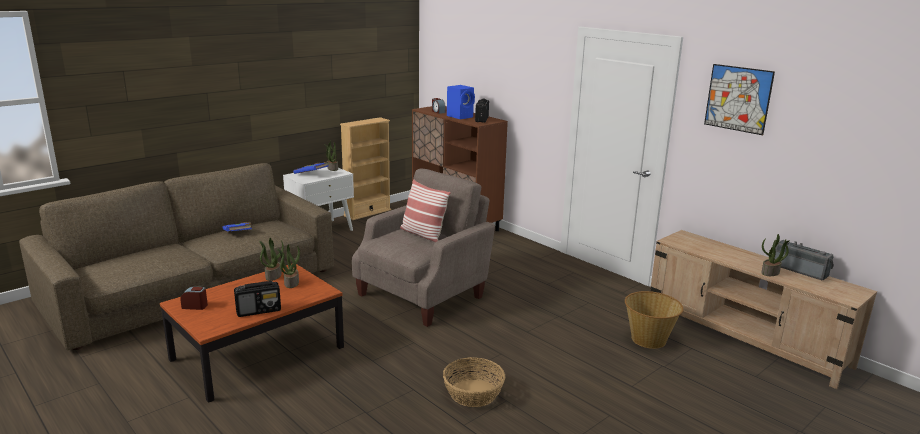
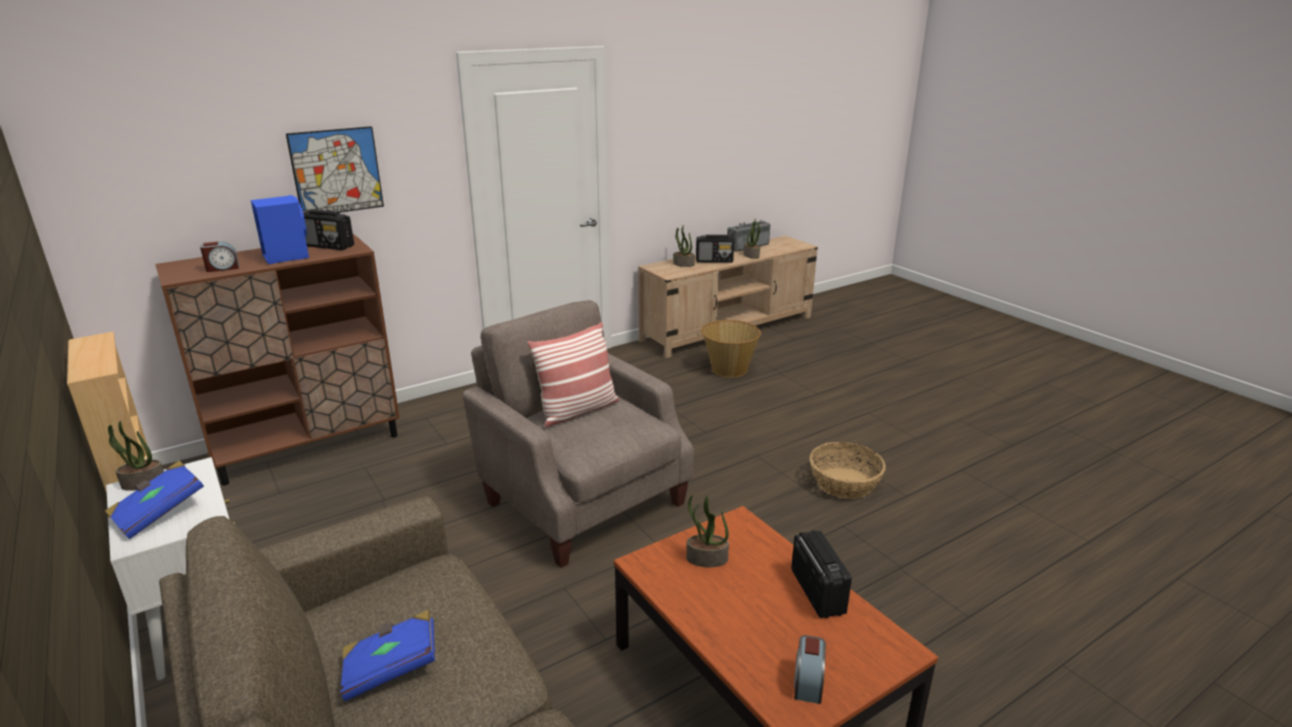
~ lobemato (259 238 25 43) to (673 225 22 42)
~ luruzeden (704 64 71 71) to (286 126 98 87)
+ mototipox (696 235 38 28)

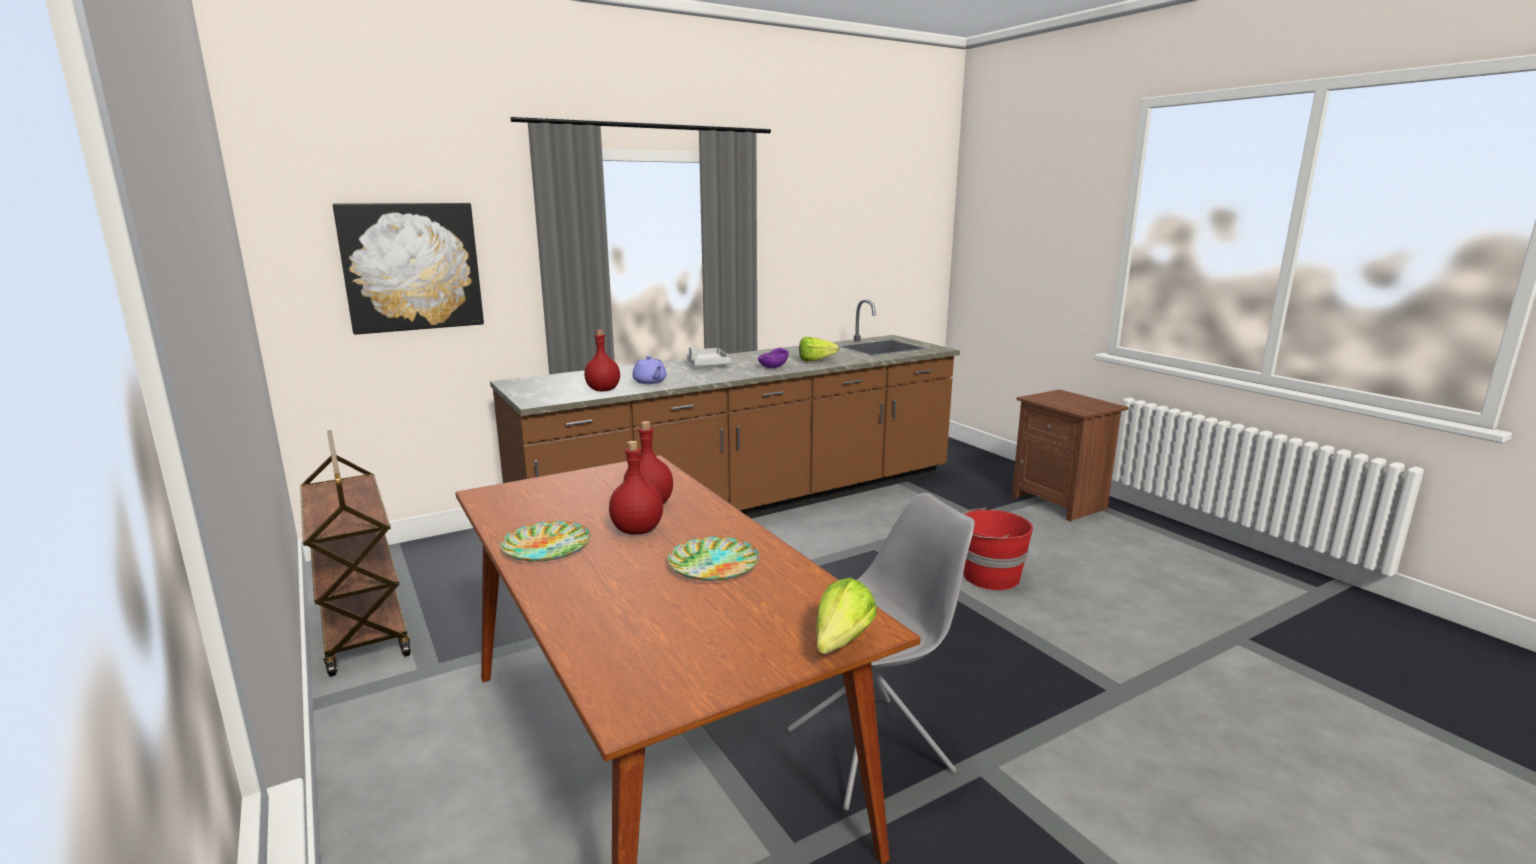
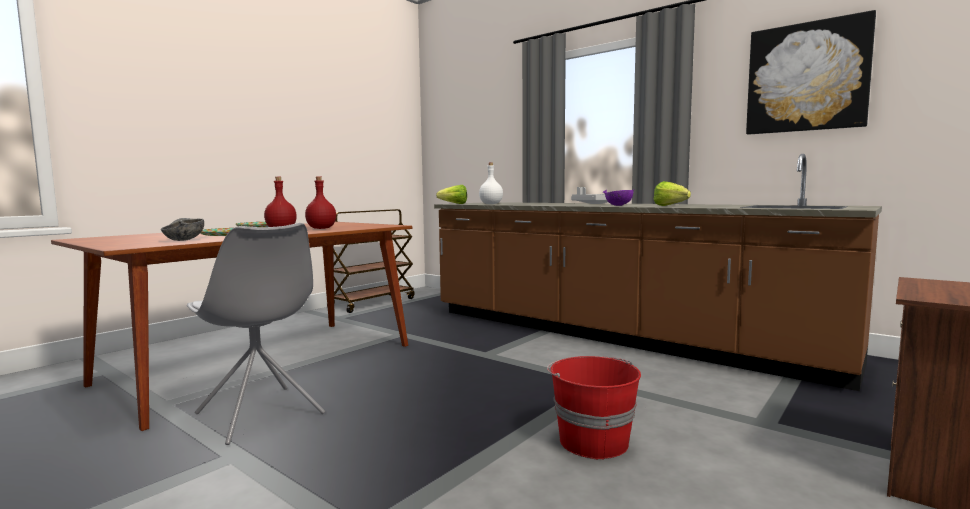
~ luruzeden (333 203 151 132) to (746 10 130 125)
~ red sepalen (584 329 36 63) to white sepalen (479 162 24 42)
- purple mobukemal (632 356 35 28)
~ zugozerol (816 578 61 76) to (436 185 31 19)
+ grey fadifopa (161 218 43 23)

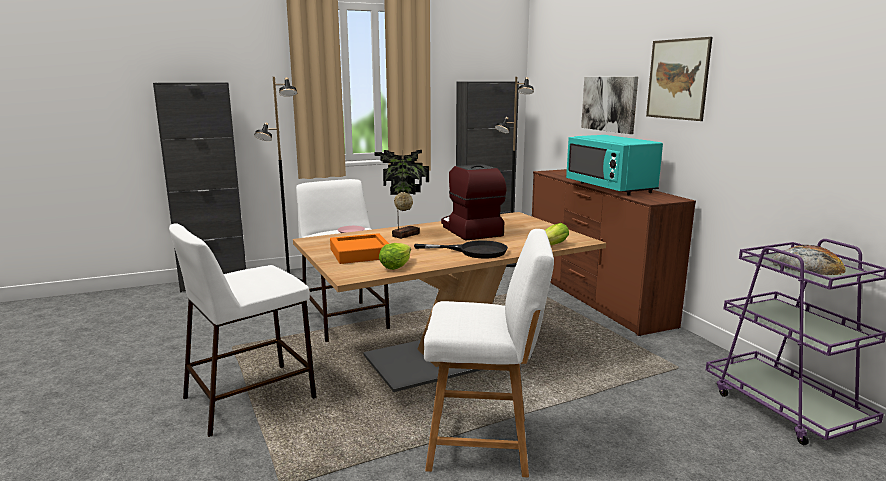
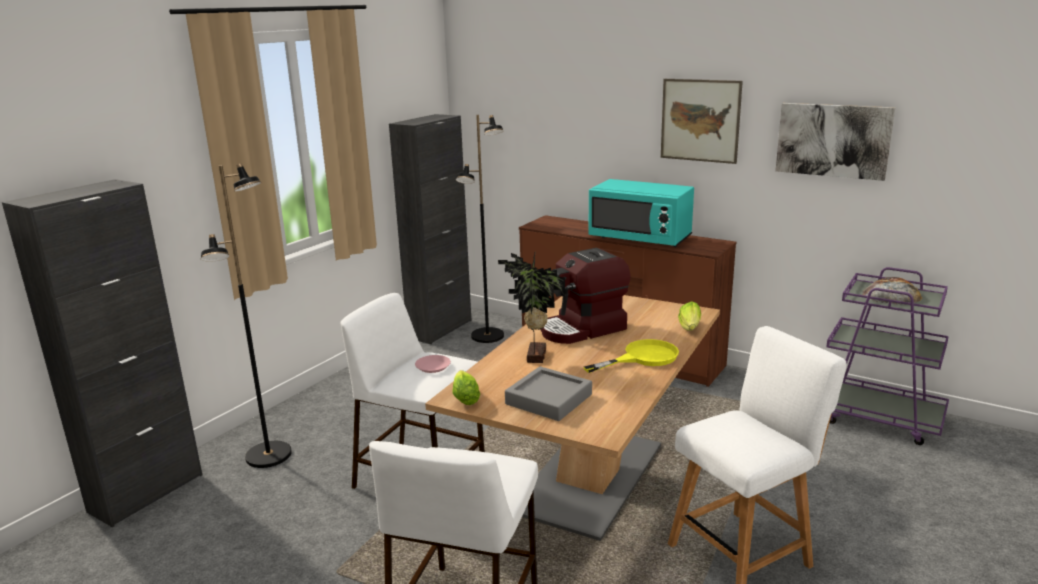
~ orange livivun (330 233 59 31) to grey livivun (505 366 87 55)
~ zugozerol (379 243 32 27) to (452 370 28 35)
~ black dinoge (414 241 94 17) to yellow dinoge (583 339 96 34)
~ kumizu (441 164 65 77) = (541 248 89 96) 60 degrees counterclockwise
~ luruzeden (581 77 57 57) to (775 103 121 78)

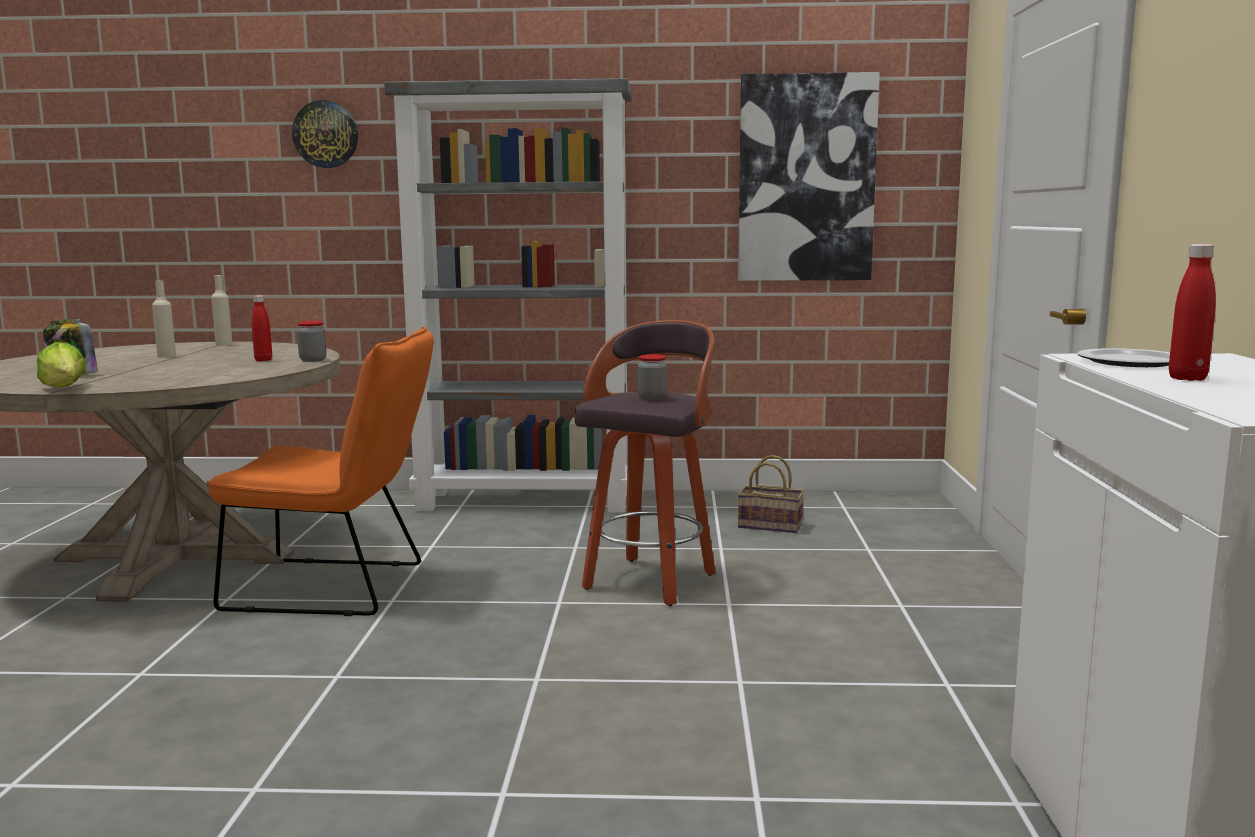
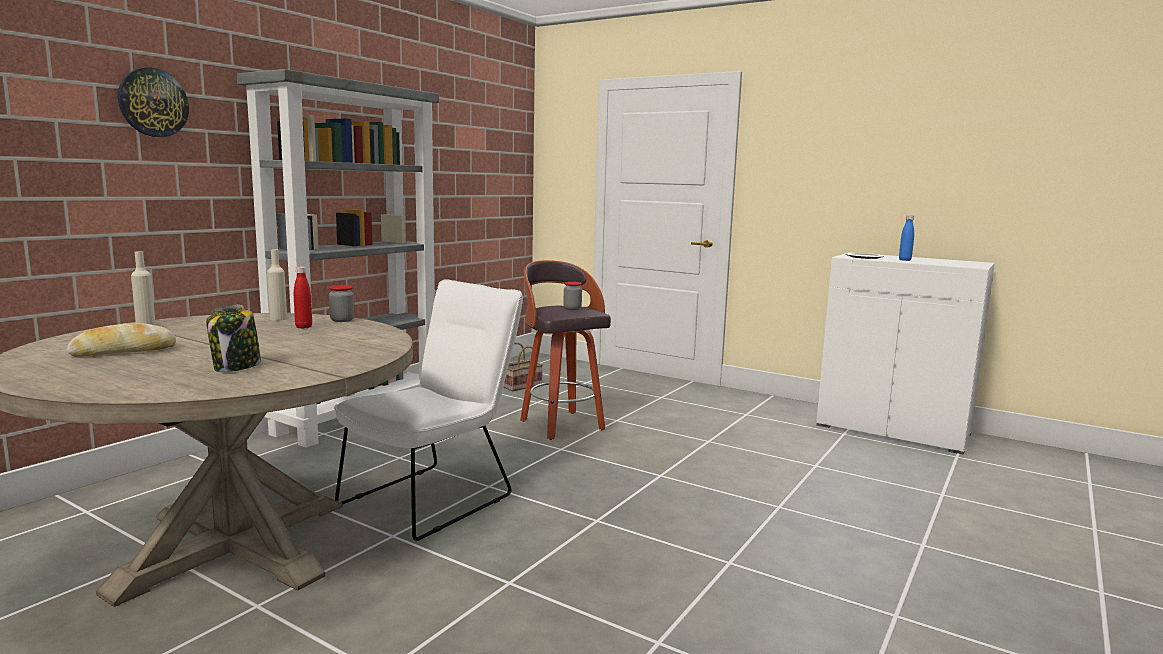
- zugozerol (36 342 50 45)
~ beige sepalen (152 281 24 76) to (267 249 20 72)
~ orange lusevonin (207 327 227 289) to white lusevonin (334 279 189 262)
- luruzeden (738 72 142 209)
~ red sepalen (1169 244 47 137) to blue sepalen (899 215 15 46)
+ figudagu (67 323 109 34)

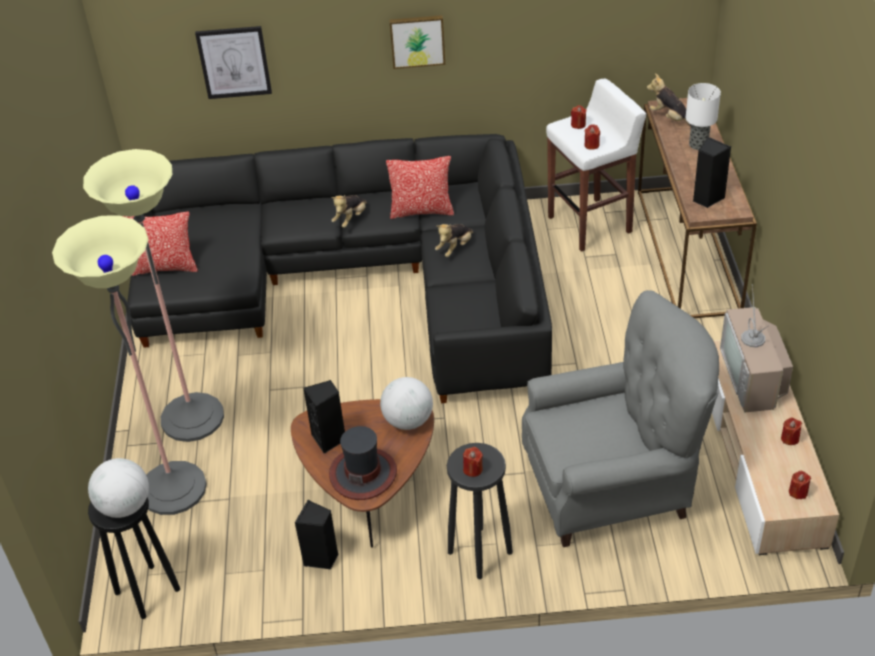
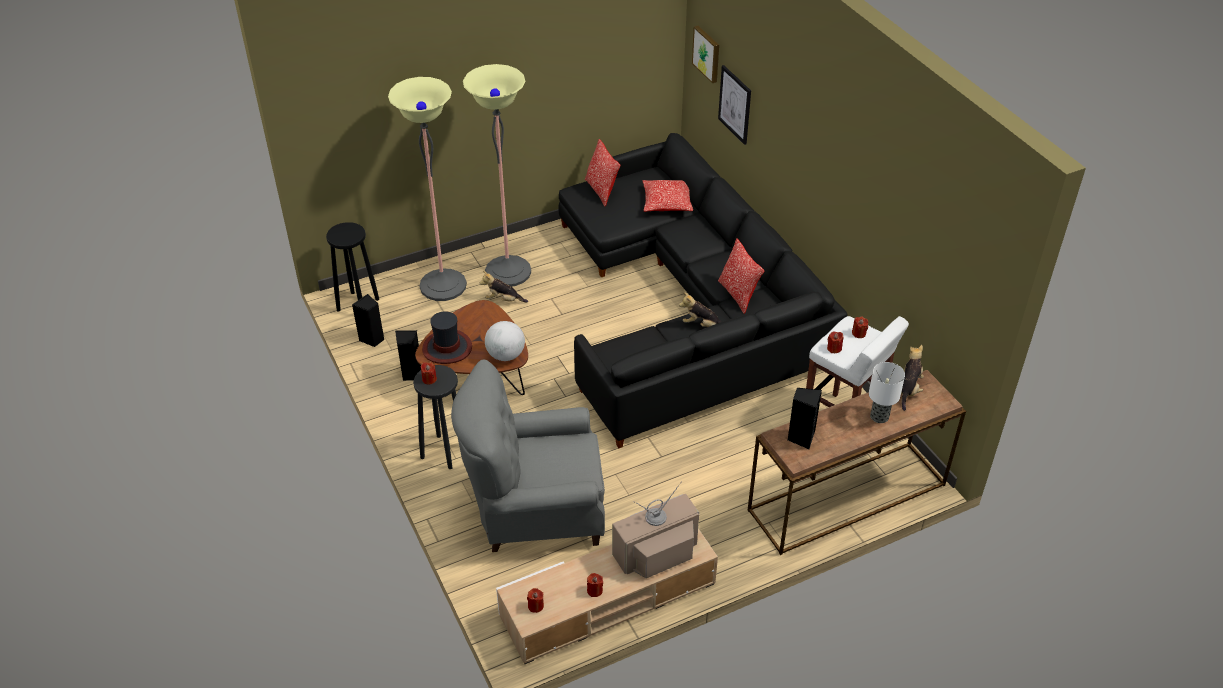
- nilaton (88 458 61 60)
~ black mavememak (303 380 42 74) to (352 294 32 53)
~ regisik (331 195 36 33) to (480 271 48 32)
~ luruzeden (389 15 56 54) to (692 26 27 57)
~ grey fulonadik (522 290 197 257) = (451 359 154 193) 120 degrees clockwise
+ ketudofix (643 180 50 32)

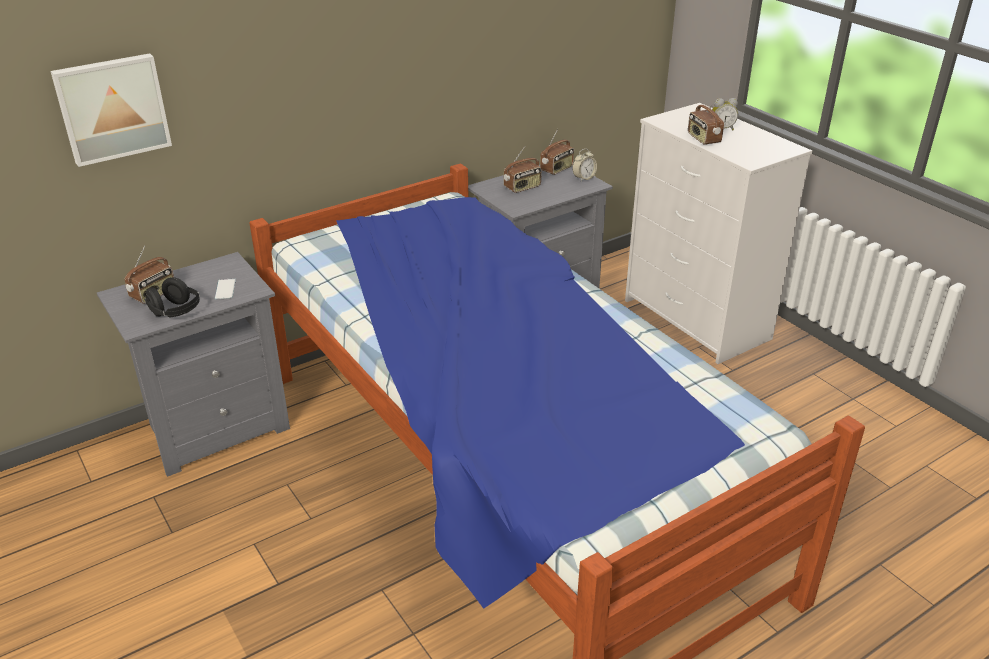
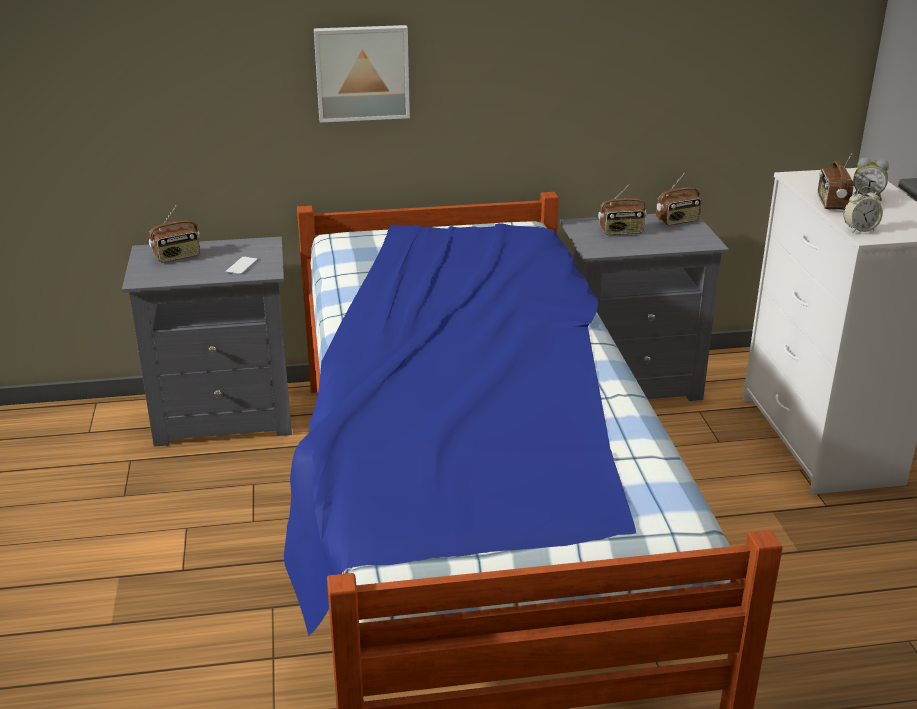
~ luruzeden (50 53 122 114) to (314 25 96 98)
- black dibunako (144 277 56 40)
~ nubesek (572 149 25 32) to (843 186 40 47)

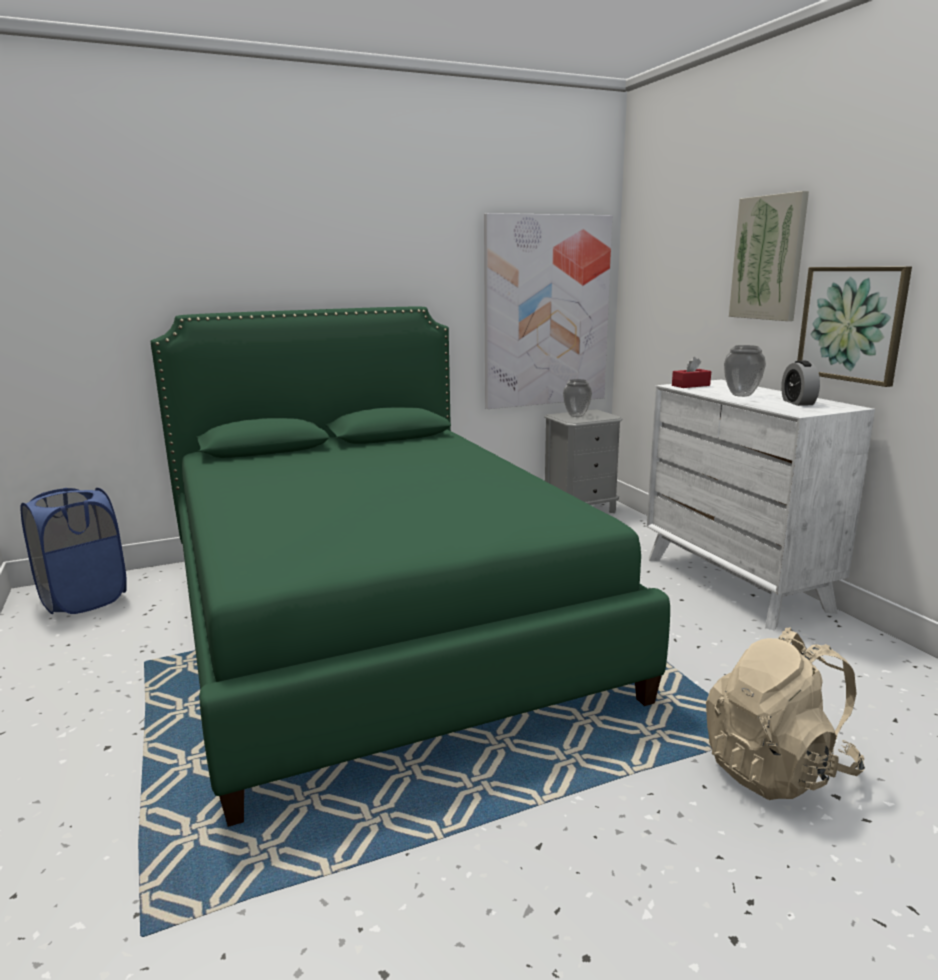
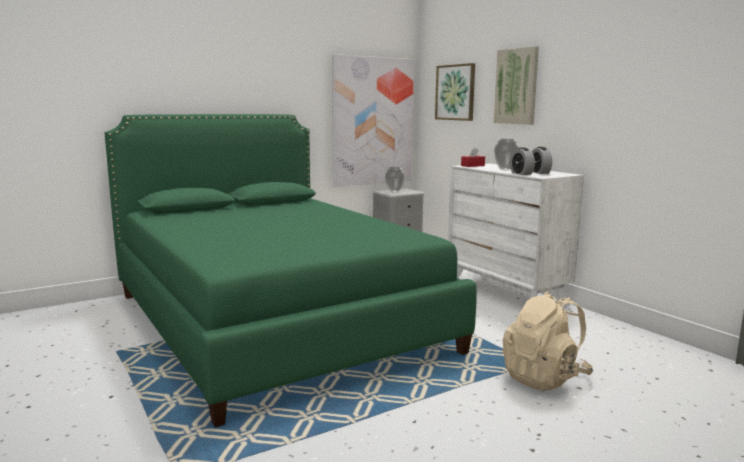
- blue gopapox (20 488 107 127)
~ luruzeden (797 267 115 120) to (435 63 40 58)
+ nubesek (510 147 25 28)

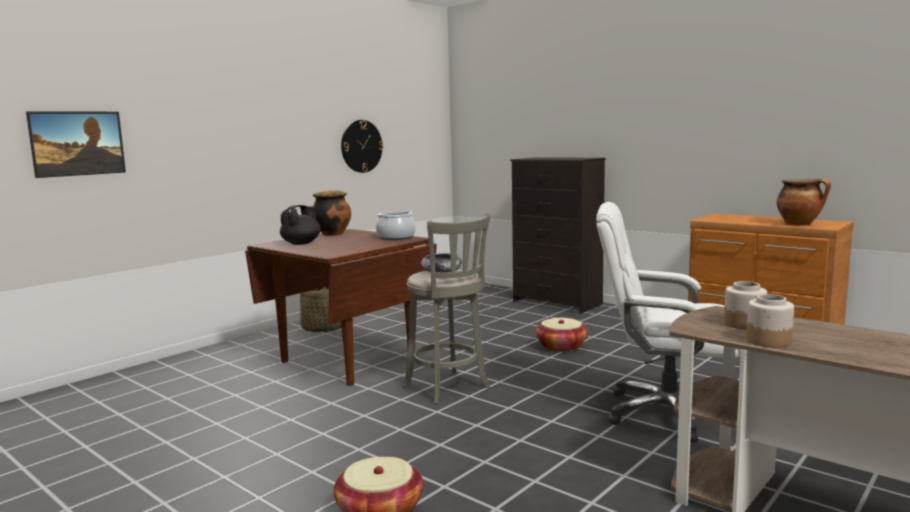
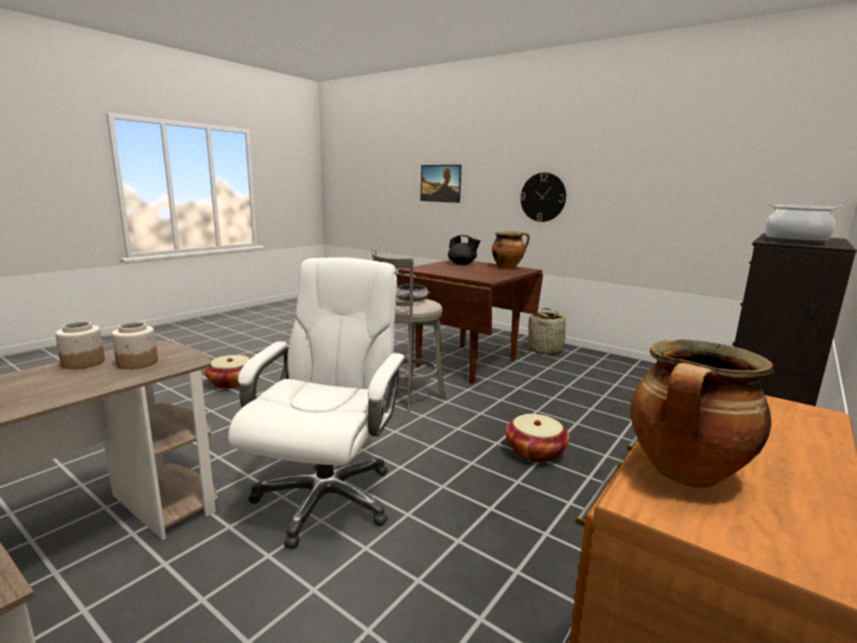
~ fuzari (341 120 42 53) to (520 173 46 49)
~ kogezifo (376 210 40 30) to (765 203 78 41)

